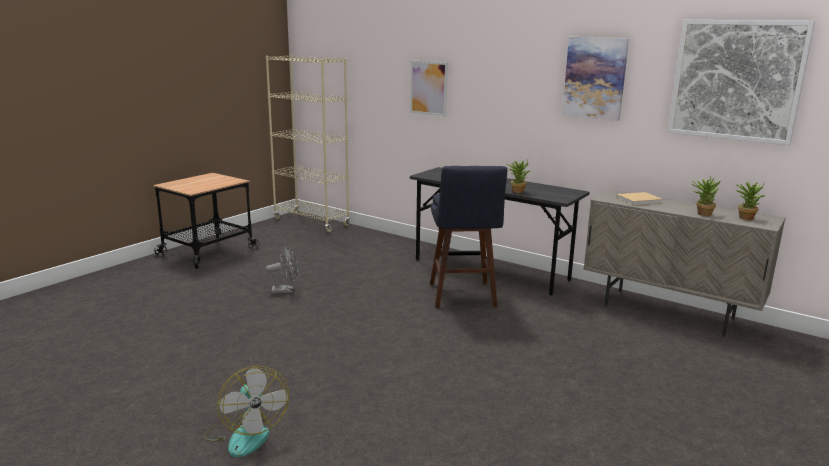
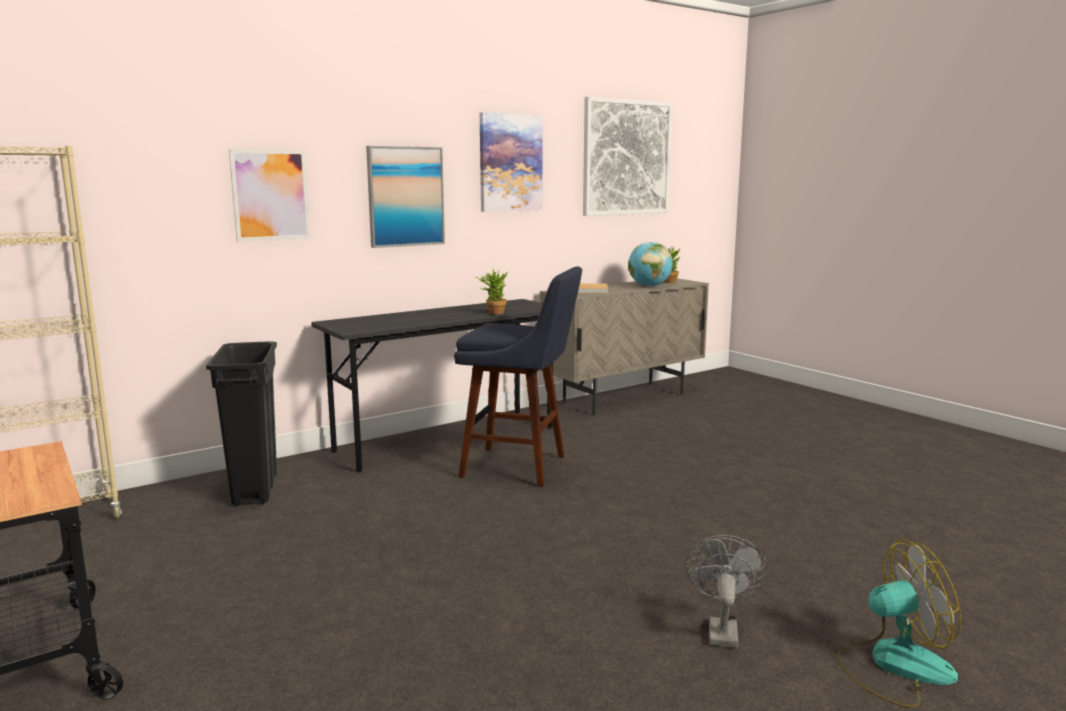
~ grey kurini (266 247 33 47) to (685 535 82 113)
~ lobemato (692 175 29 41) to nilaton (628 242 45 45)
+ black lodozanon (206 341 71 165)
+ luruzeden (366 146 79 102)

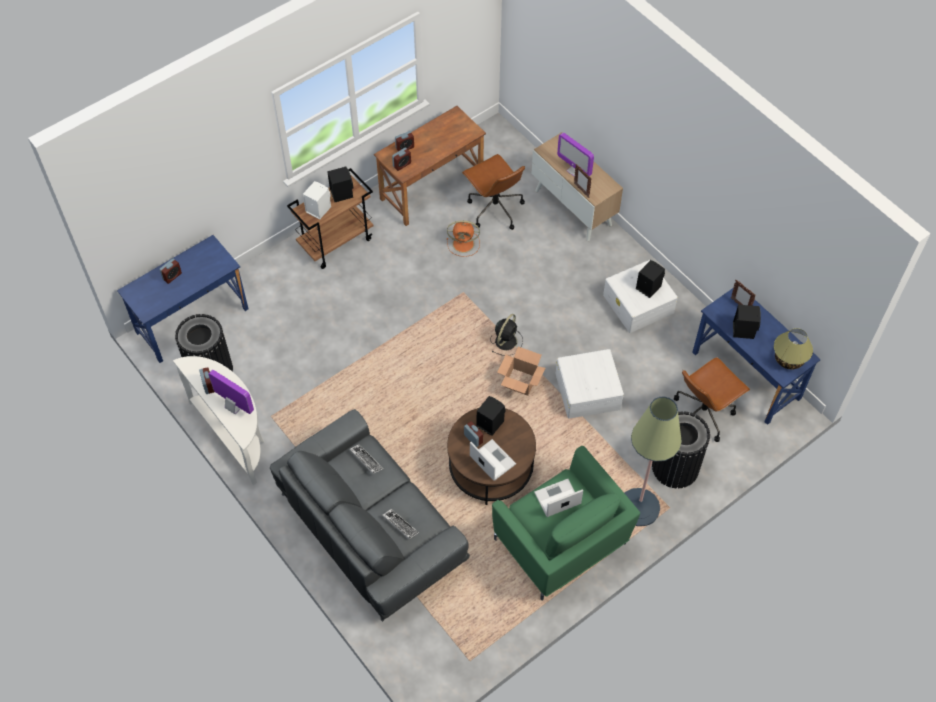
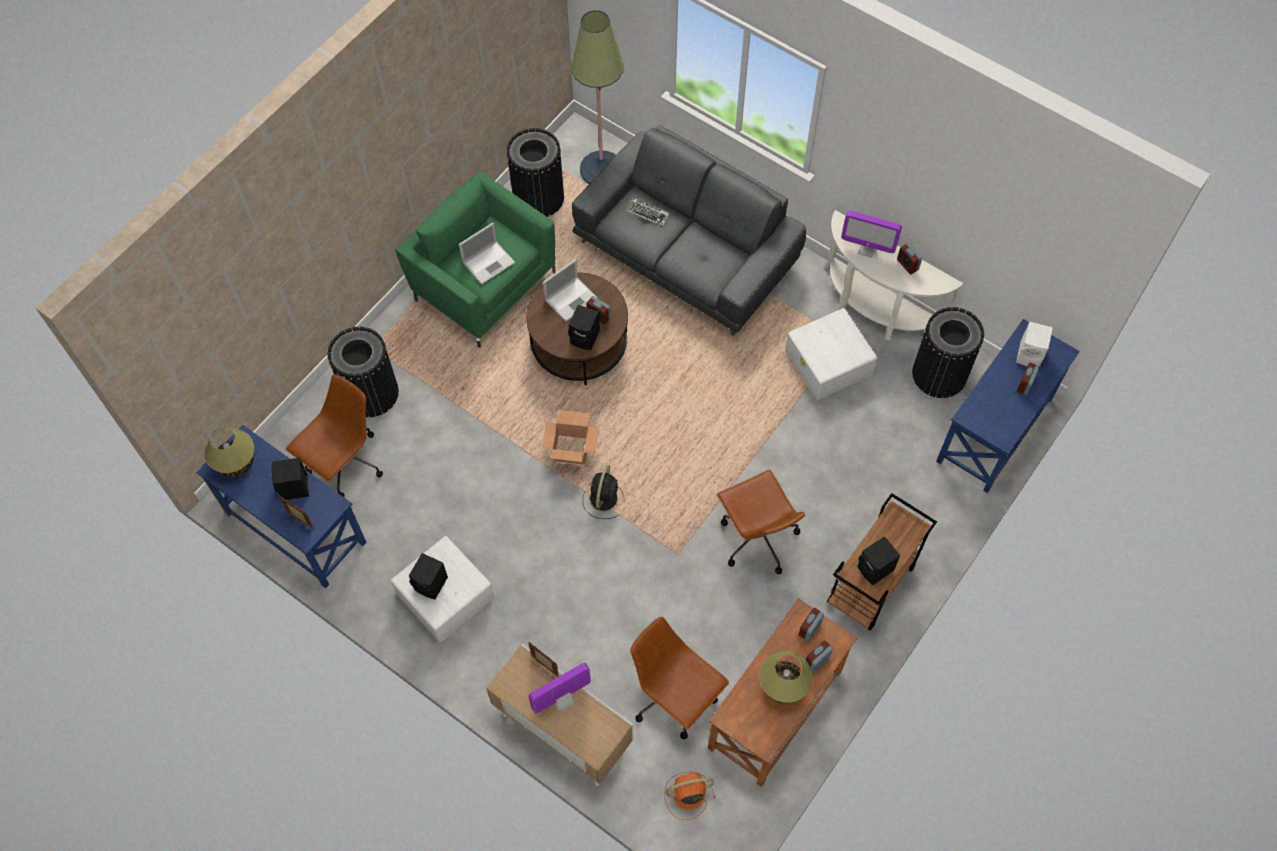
~ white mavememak (303 181 28 39) to (1016 322 37 44)
- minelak (349 444 34 30)
~ orange kurini (447 220 33 37) to (664 771 52 49)
~ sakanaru (470 439 46 42) = (543 259 55 62) 75 degrees counterclockwise
~ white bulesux (556 349 68 70) to (785 308 93 93)
~ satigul (557 133 37 43) = (528 663 63 51) 60 degrees counterclockwise
~ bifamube (625 396 57 130) to (571 10 53 174)
+ black lodozanon (507 128 57 89)
+ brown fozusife (717 470 88 104)
+ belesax (759 651 54 52)

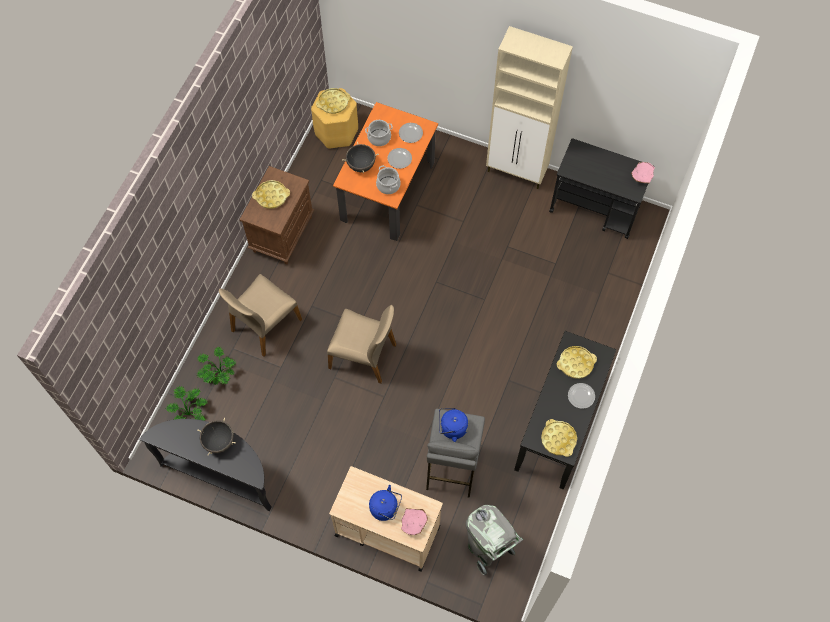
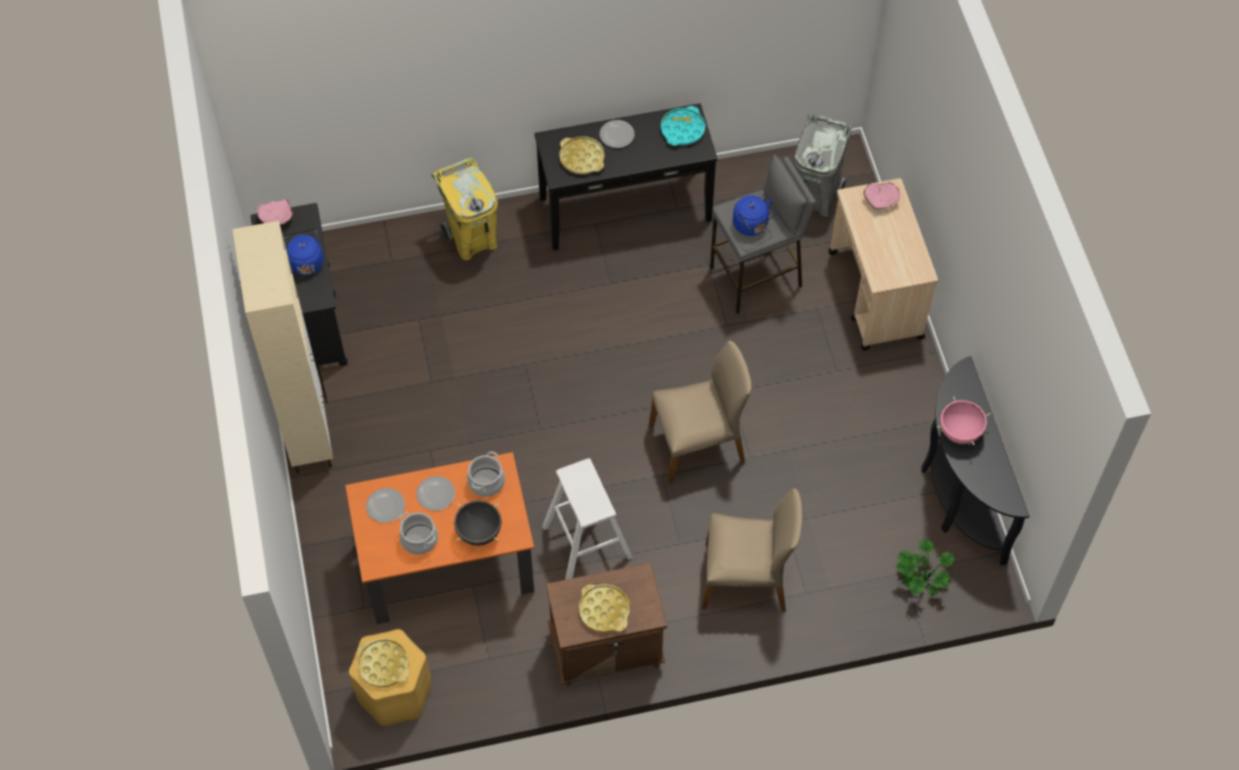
- lobemato (197 347 39 38)
~ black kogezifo (197 418 39 38) to pink kogezifo (937 396 54 49)
~ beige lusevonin (327 305 70 79) = (649 340 103 144) 90 degrees clockwise
~ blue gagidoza (369 485 33 36) to (283 229 41 47)
~ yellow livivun (541 419 36 38) to turquoise livivun (660 106 45 40)
+ yellow lodozanon (432 157 66 103)
+ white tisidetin (542 458 91 122)

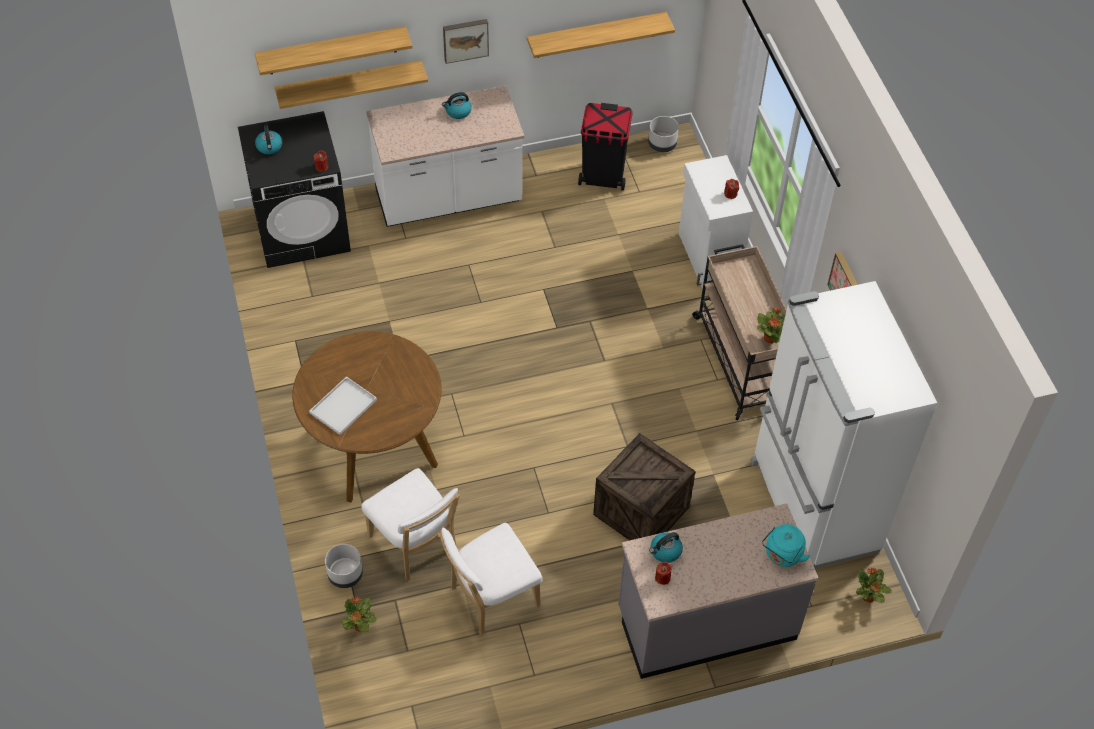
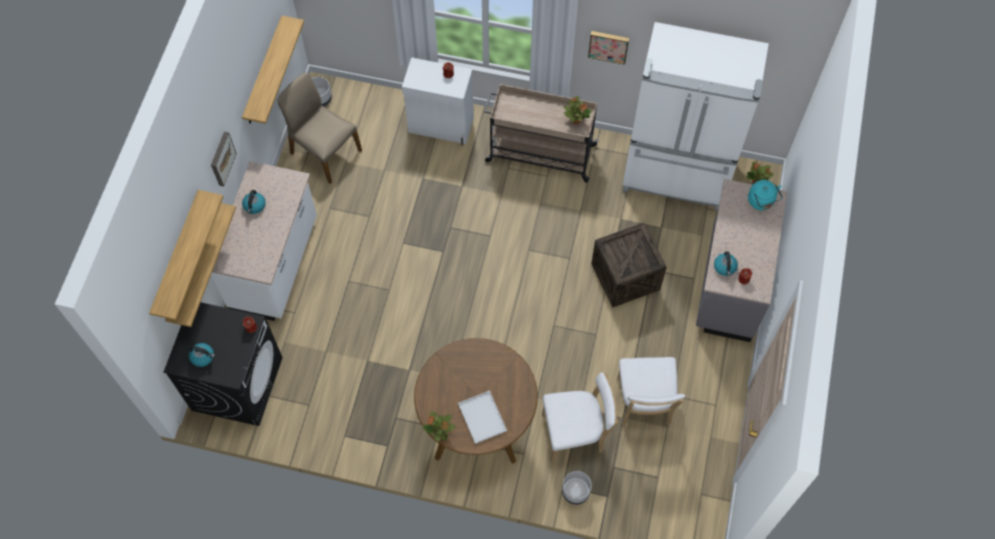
~ lobemato (341 597 36 35) to (423 411 33 30)
~ black lodozanon (578 103 55 88) to beige lusevonin (277 73 85 111)

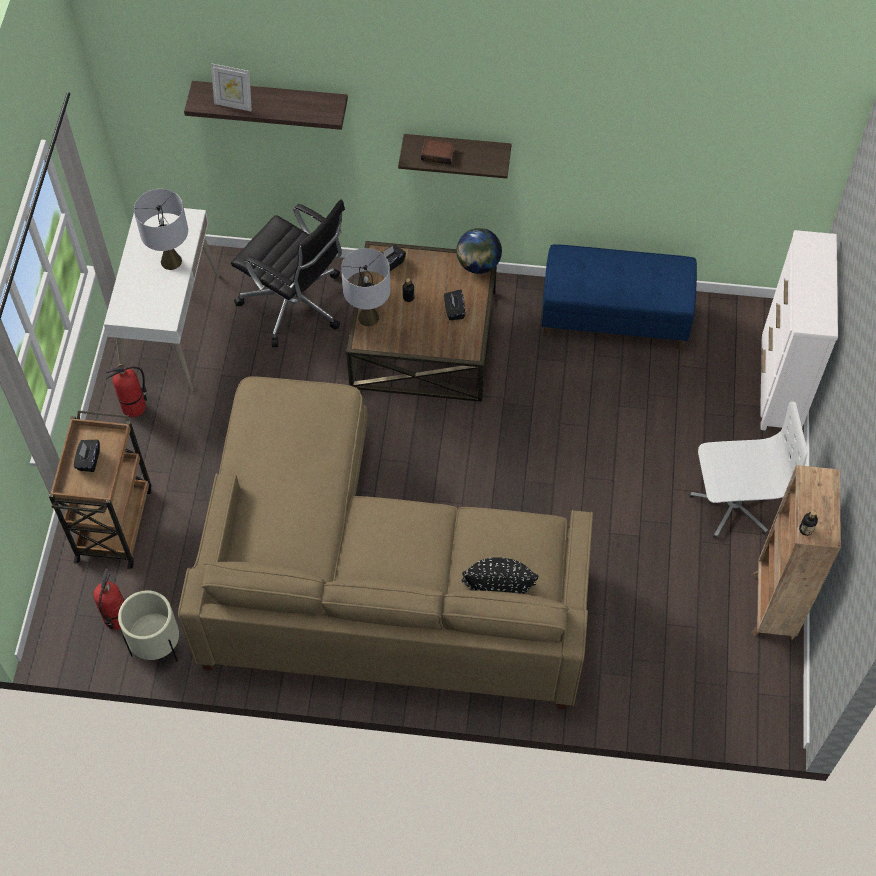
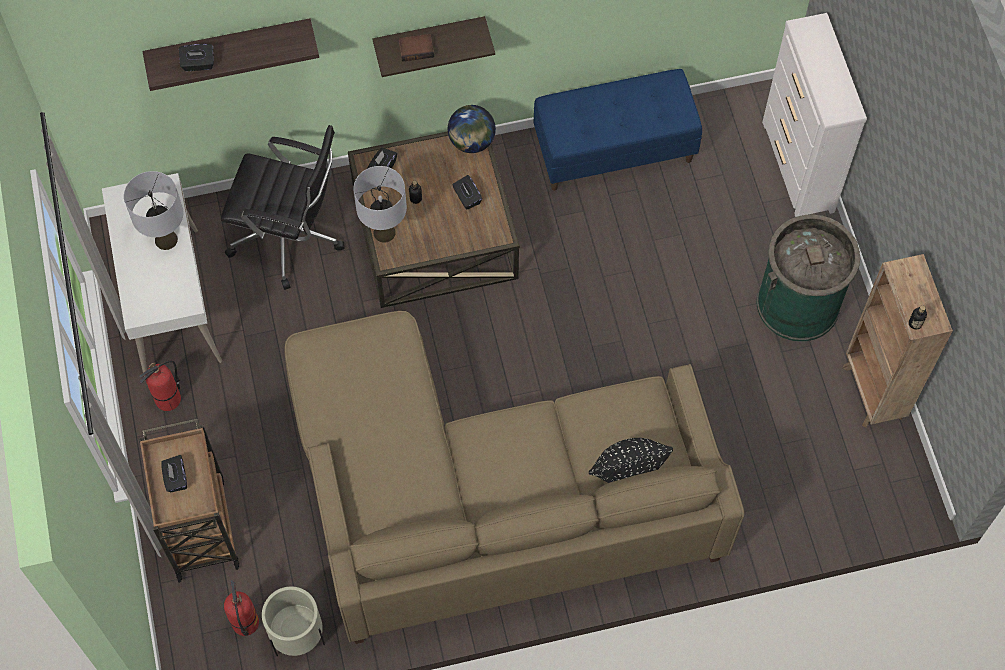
~ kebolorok (211 63 41 49) to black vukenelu (179 44 35 27)
~ white fozusife (690 401 118 137) to green lodozanon (756 215 104 127)

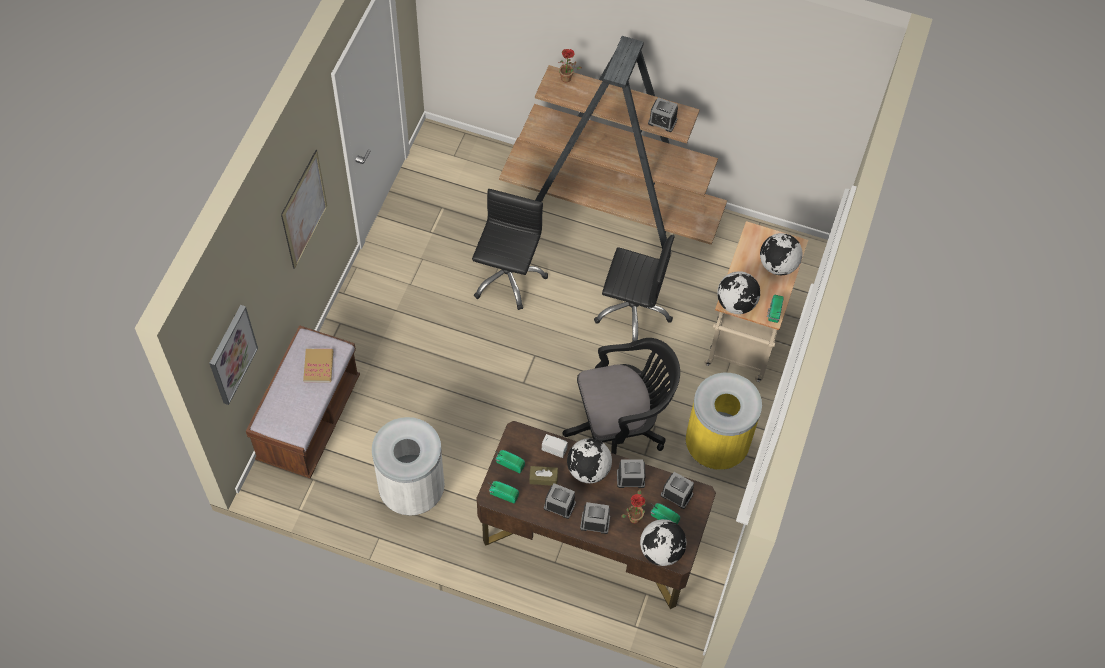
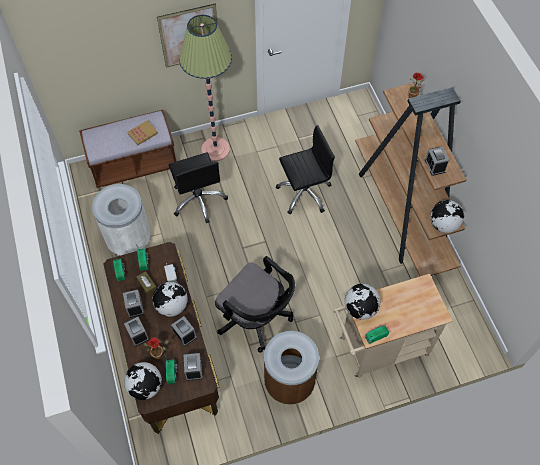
- luruzeden (209 305 49 100)
~ black fozusife (594 235 81 107) to (169 152 59 71)
~ yellow lodozanon (685 373 77 97) to brown lodozanon (264 331 55 74)
~ nilaton (760 233 42 42) to (430 200 34 33)
+ bifamube (179 15 53 146)

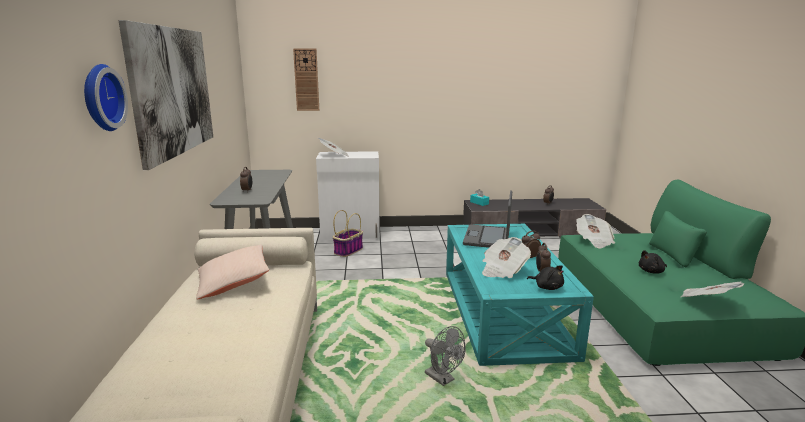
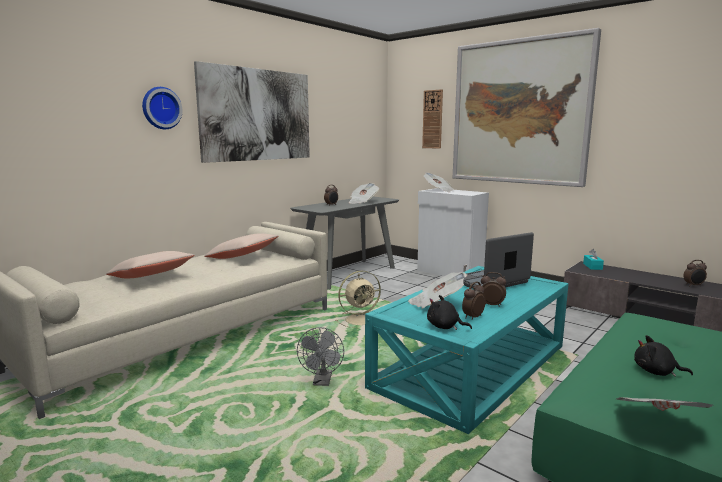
- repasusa (333 210 30 47)
~ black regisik (527 265 37 25) = (427 295 45 35) 120 degrees clockwise
~ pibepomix (576 214 39 34) to (349 183 30 21)
+ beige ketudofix (106 251 88 27)
+ beige kurini (335 271 46 57)
+ luruzeden (453 28 148 159)

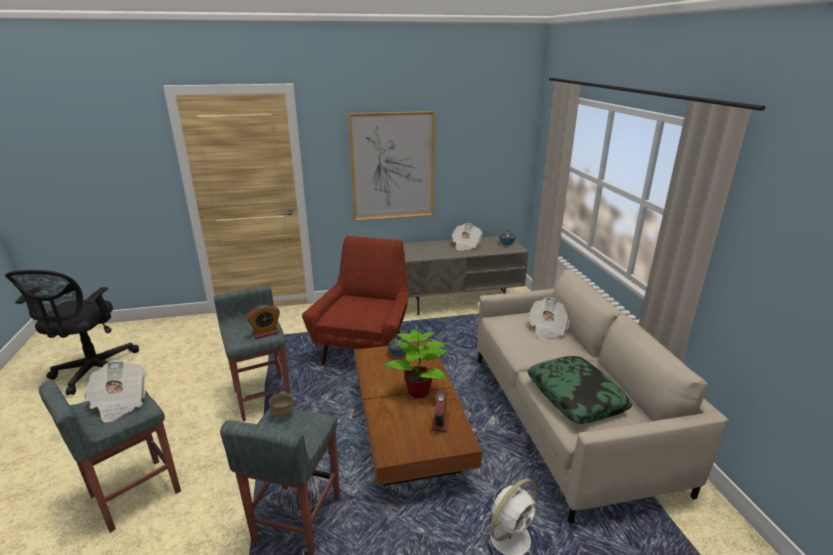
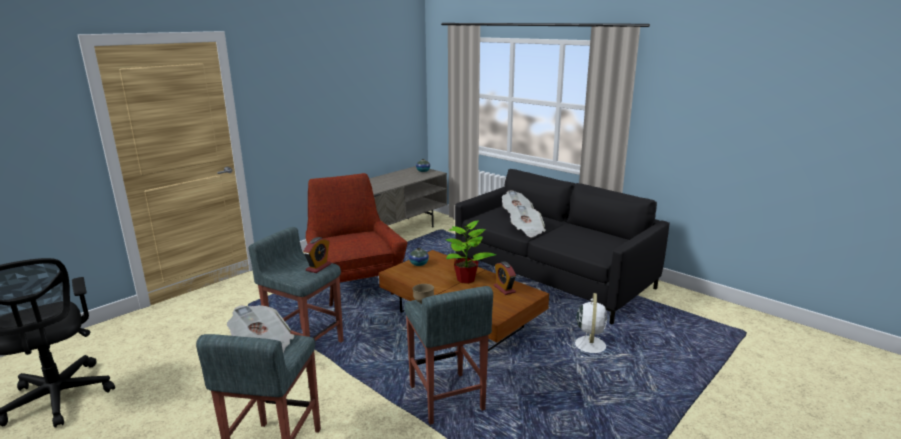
- luruzeden (348 111 87 110)
~ pibepomix (451 223 31 28) to (510 205 36 33)
~ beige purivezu (477 269 252 255) to black purivezu (455 169 215 156)
- ketudofix (527 356 105 68)

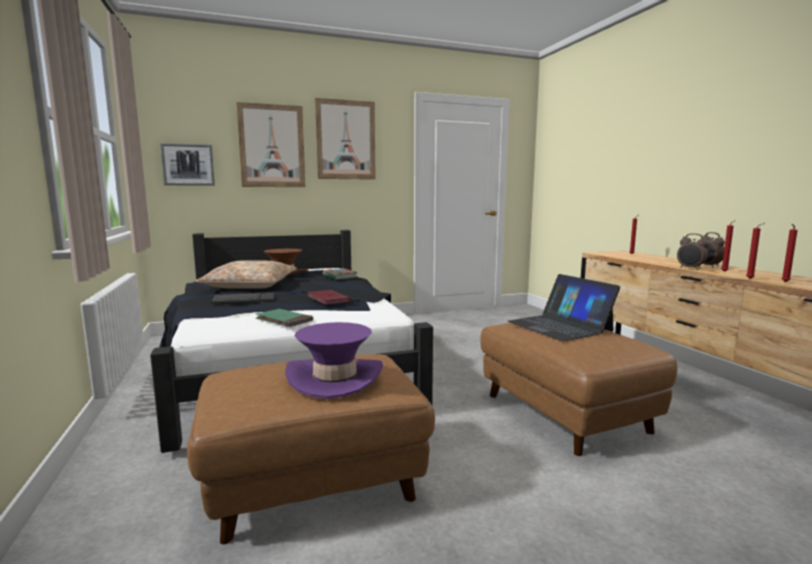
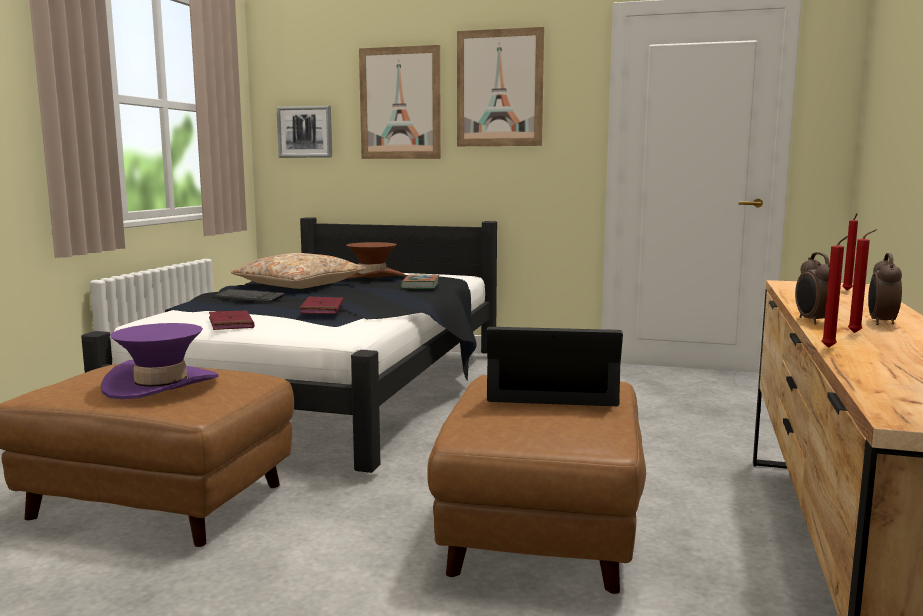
~ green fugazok (256 309 57 18) to red fugazok (209 310 45 20)
~ sakanaru (507 274 113 67) = (486 327 137 79) 90 degrees clockwise
- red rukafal (781 224 17 58)

